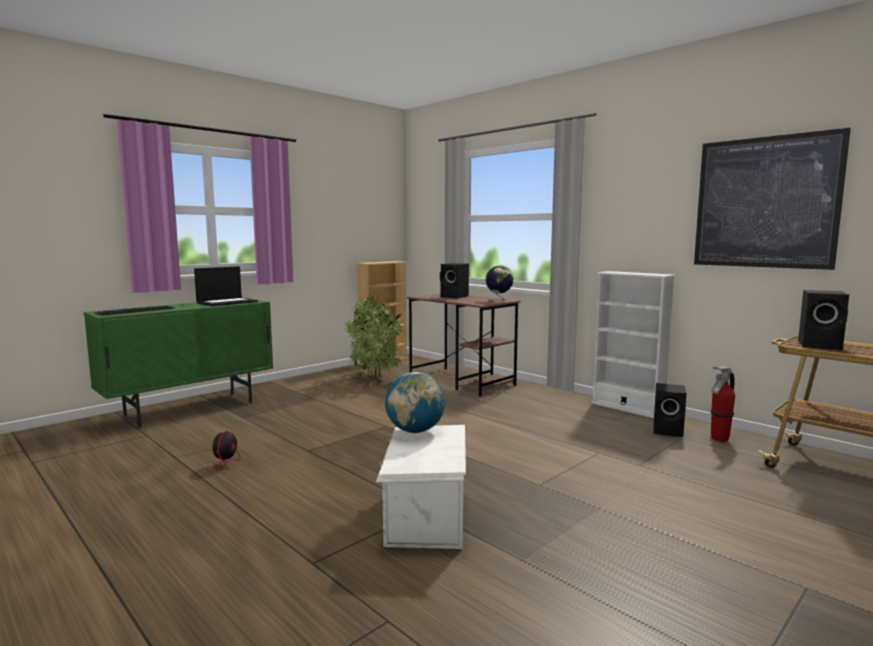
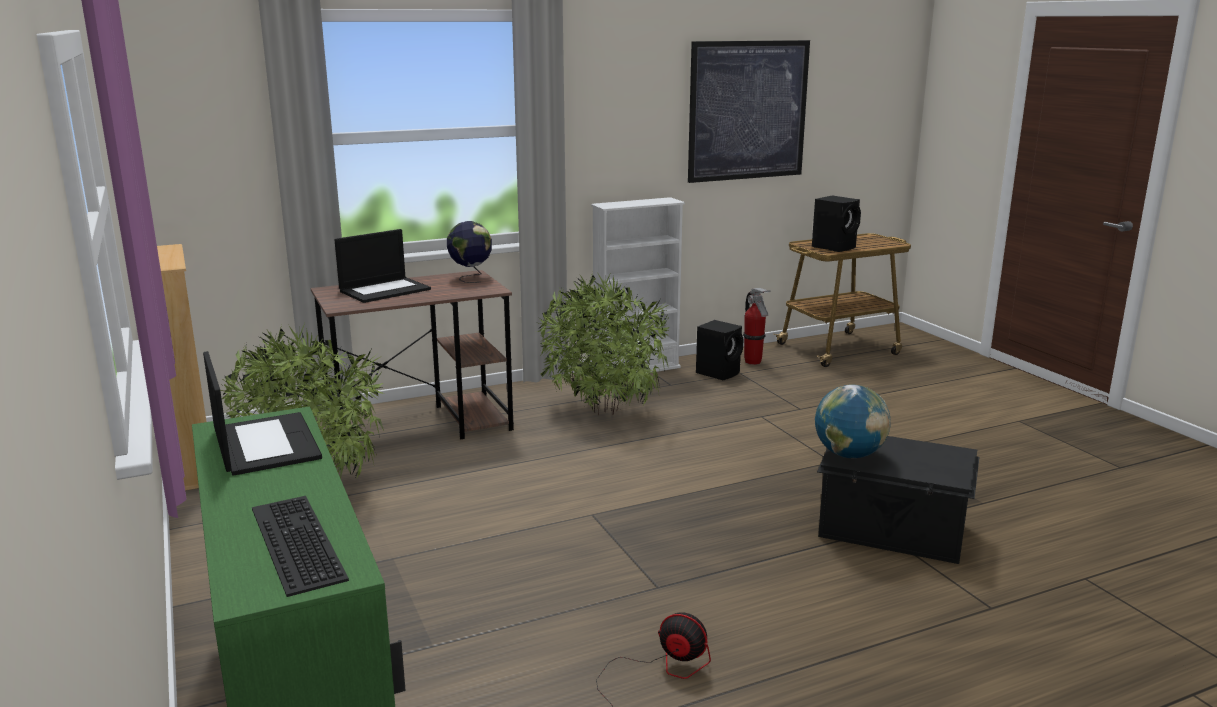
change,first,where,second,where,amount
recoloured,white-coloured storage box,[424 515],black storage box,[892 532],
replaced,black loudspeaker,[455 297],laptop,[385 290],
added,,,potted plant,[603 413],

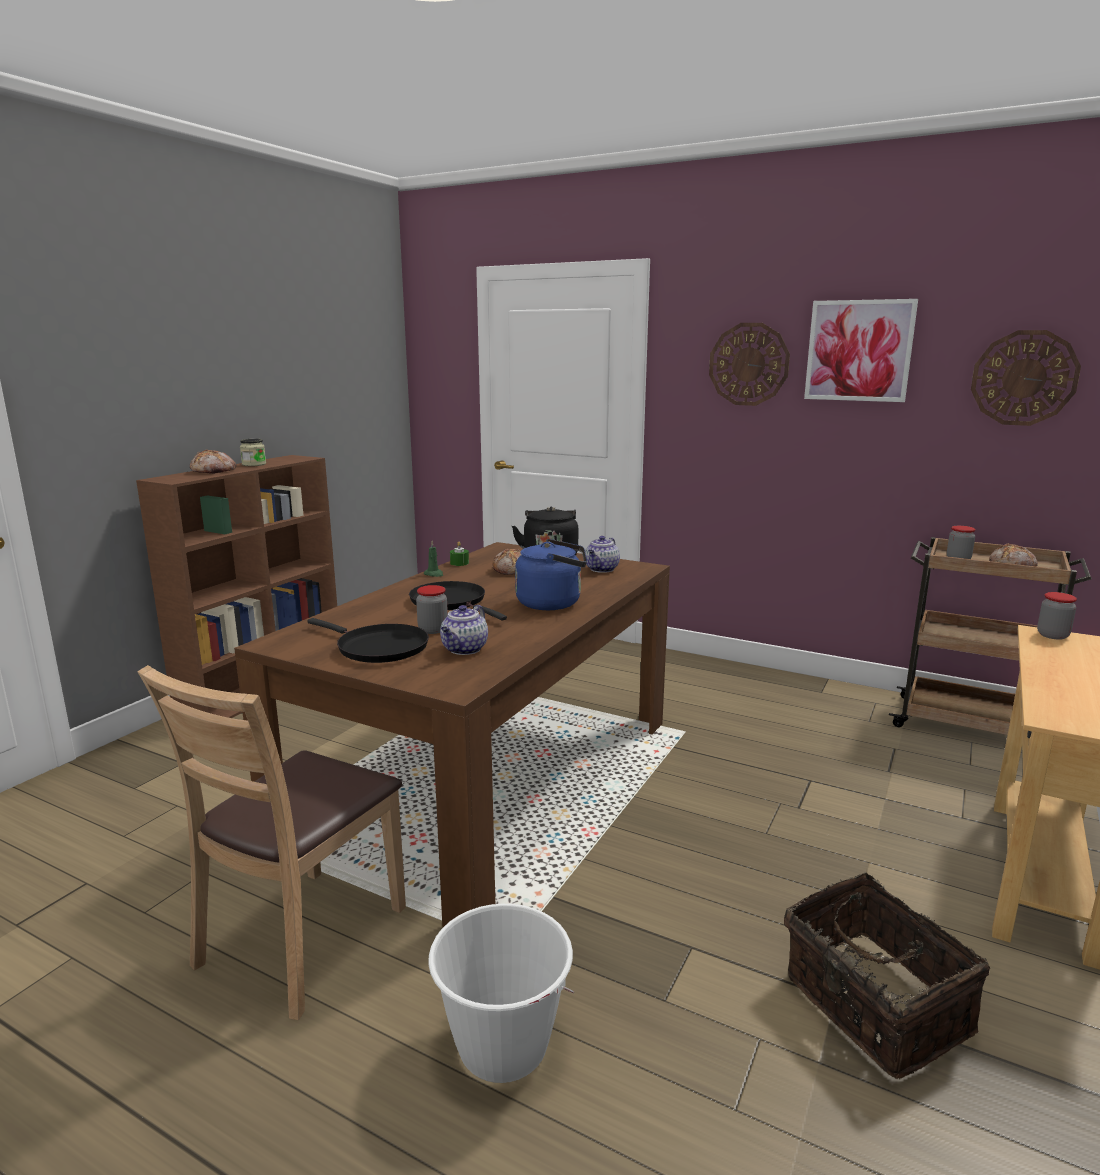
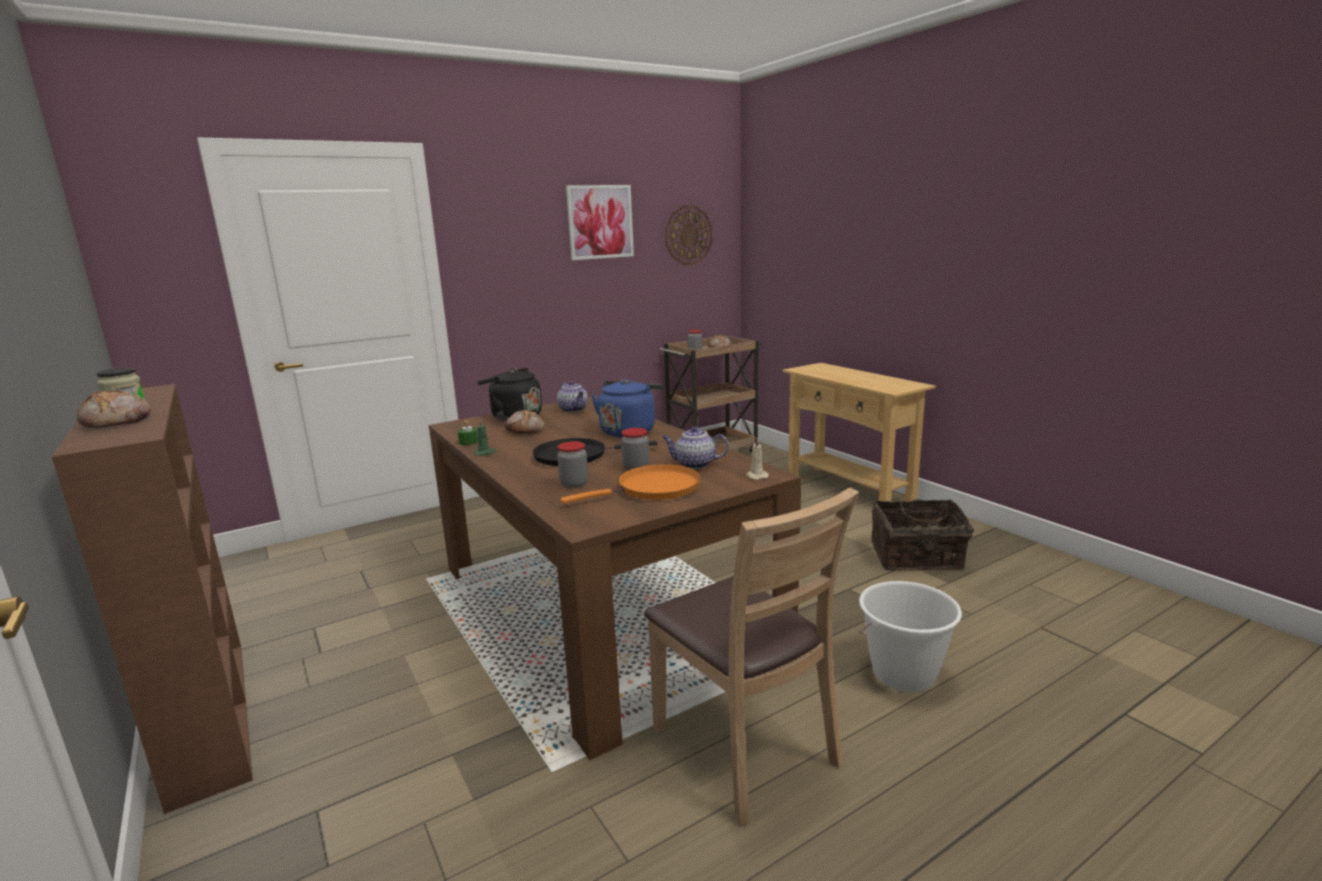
change,first,where,second,where,amount
recoloured,black pan,[378 648],orange-coloured pan,[653 489],
turned,pot for tea,[464 649],,[694 464],135 degrees clockwise
removed,wall clock,[748 364],,,
moved,storage jar,[1052 635],,[574 484],
added,,,beige wax candle,[756 476],

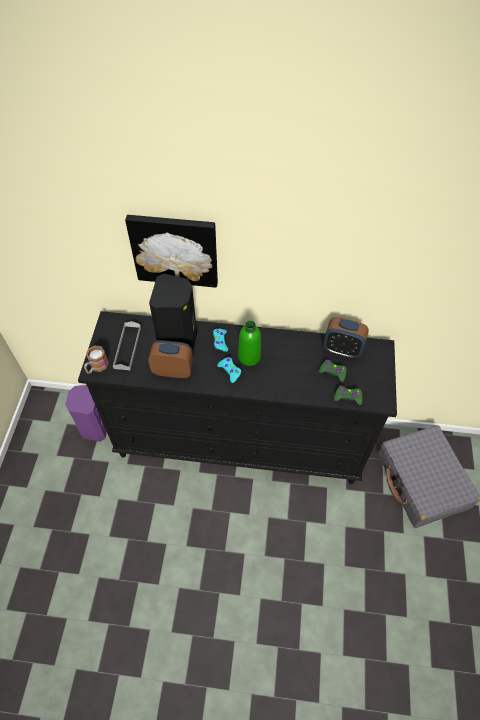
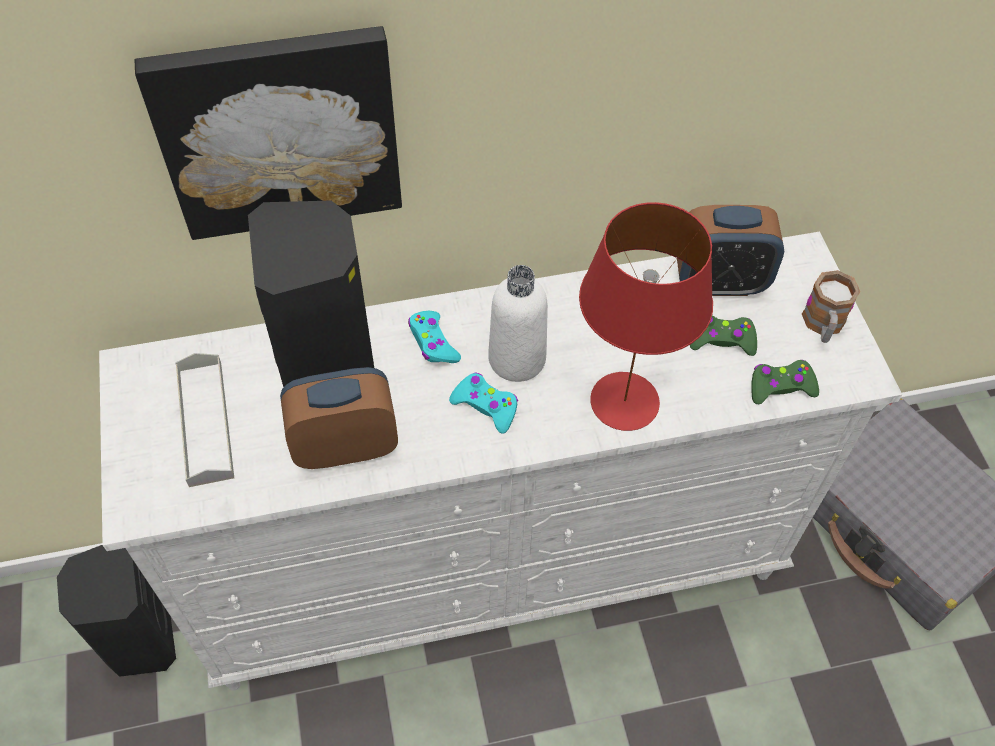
change,first,where,second,where,amount
recoloured,purple loudspeaker,[94 427],black loudspeaker,[139 640],
recoloured,black drawer chest,[240 442],white-coloured drawer chest,[495 566],
moved,coffee mug,[96 367],,[823 325],
recoloured,green-coloured beverage bottle,[249 356],white-coloured beverage bottle,[517 359],
added,,,red-coloured tabletop lamp,[624 400],

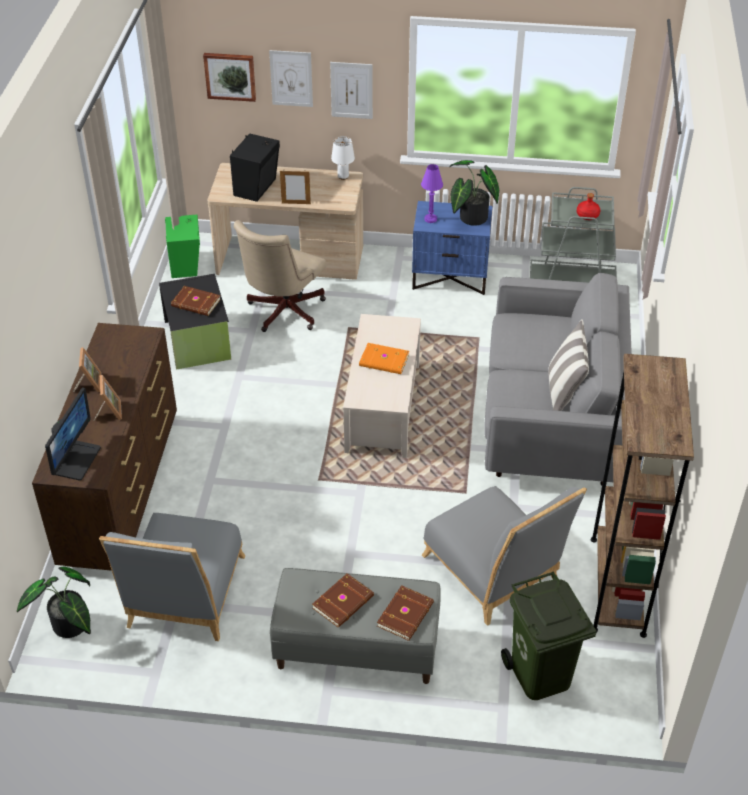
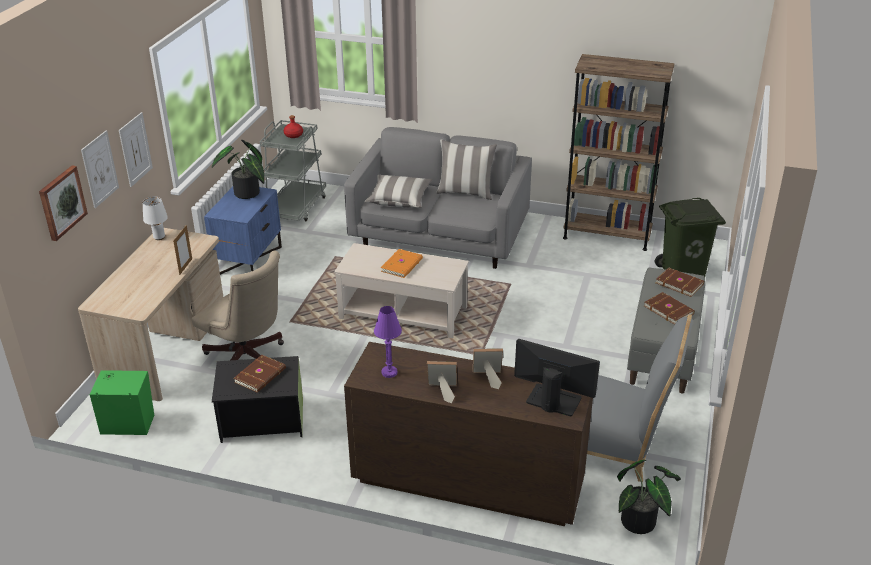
change,first,where,second,where,amount
removed,black loudspeaker,[257 187],,,
moved,purple tabletop lamp,[430 219],,[389 372],
removed,gray chair,[495 574],,,
added,,,cushion,[399 200],

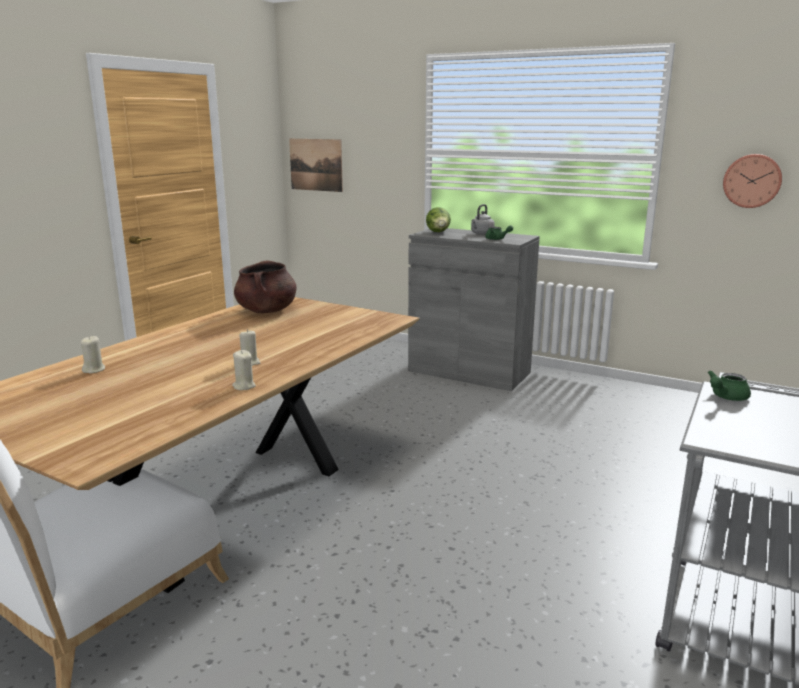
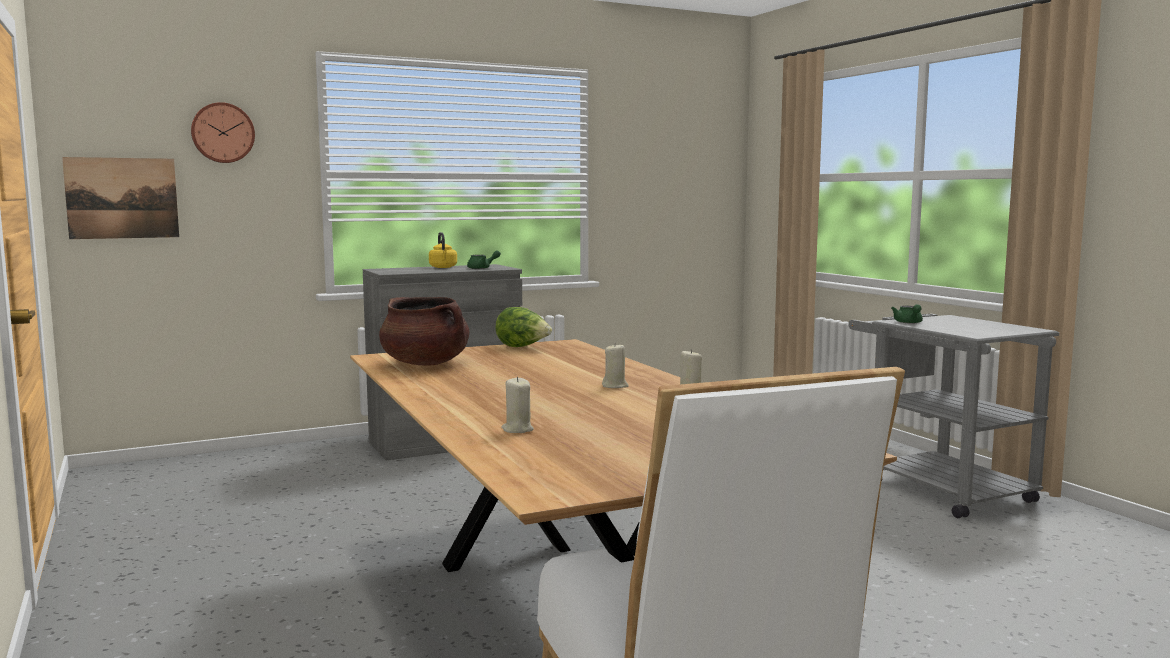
change,first,where,second,where,amount
moved,lettuce,[438 232],,[523 347],
recoloured,gray tea kettle,[481 233],yellowish tea kettle,[443 267],
moved,wall clock,[752 180],,[222 133],

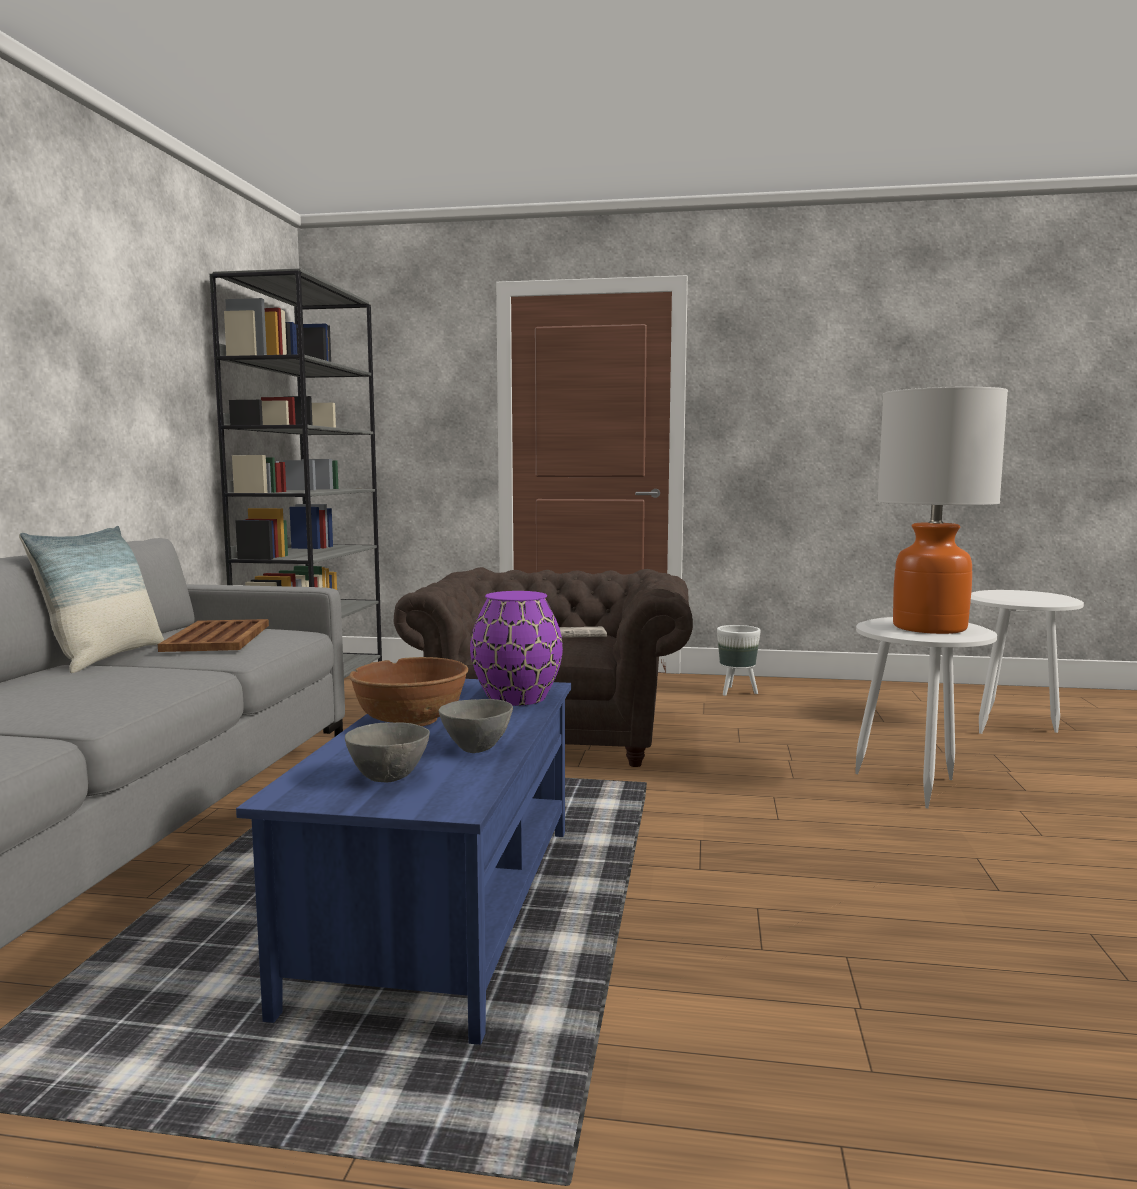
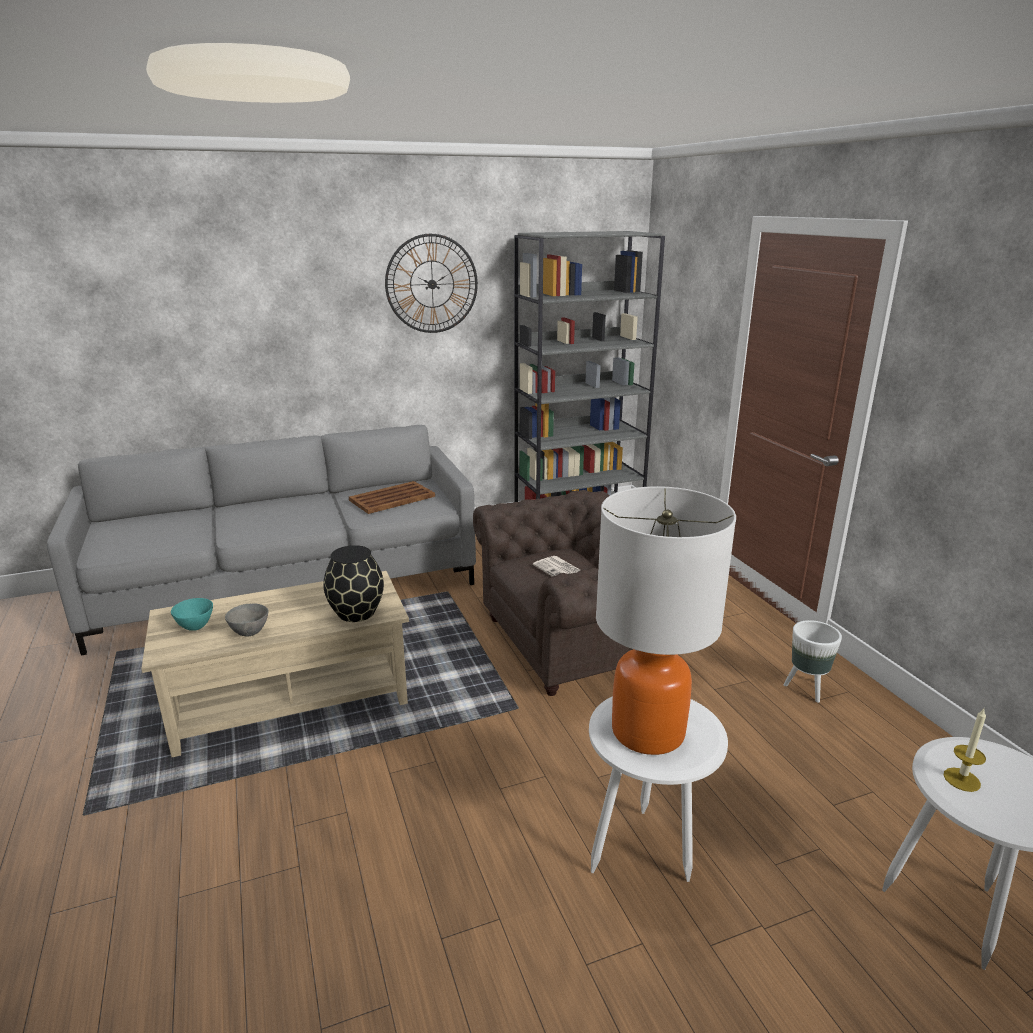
change,first,where,second,where,amount
removed,cushion,[105 658],,,
recoloured,blue-coloured low table,[443 909],beige low table,[291 699],
recoloured,gray serving bowl,[389 778],turquoise-coloured serving bowl,[196 627],
removed,brown serving bowl,[410 721],,,
recoloured,purple flower vase,[515 698],black flower vase,[356 612],
added,,,wall clock,[432 284],
added,,,wax candle,[961 779],

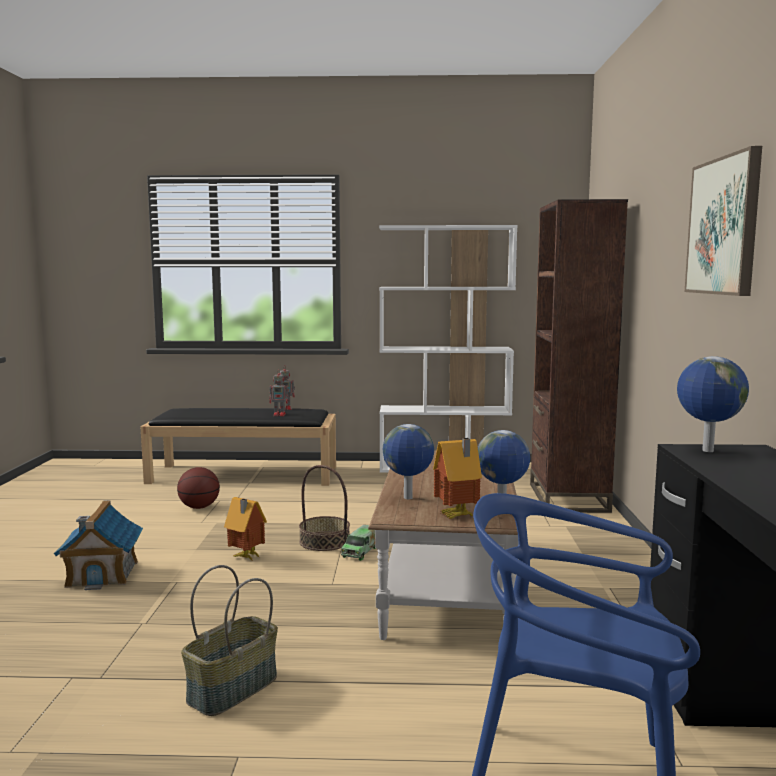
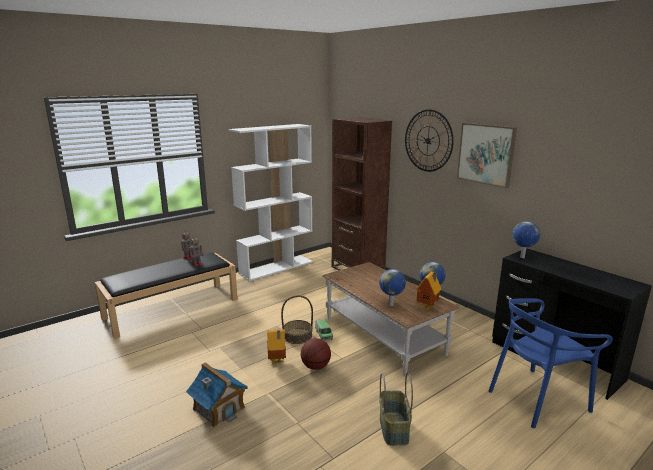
change,first,where,second,where,amount
moved,basketball,[199 507],,[315 366],
added,,,wall clock,[428 141],

